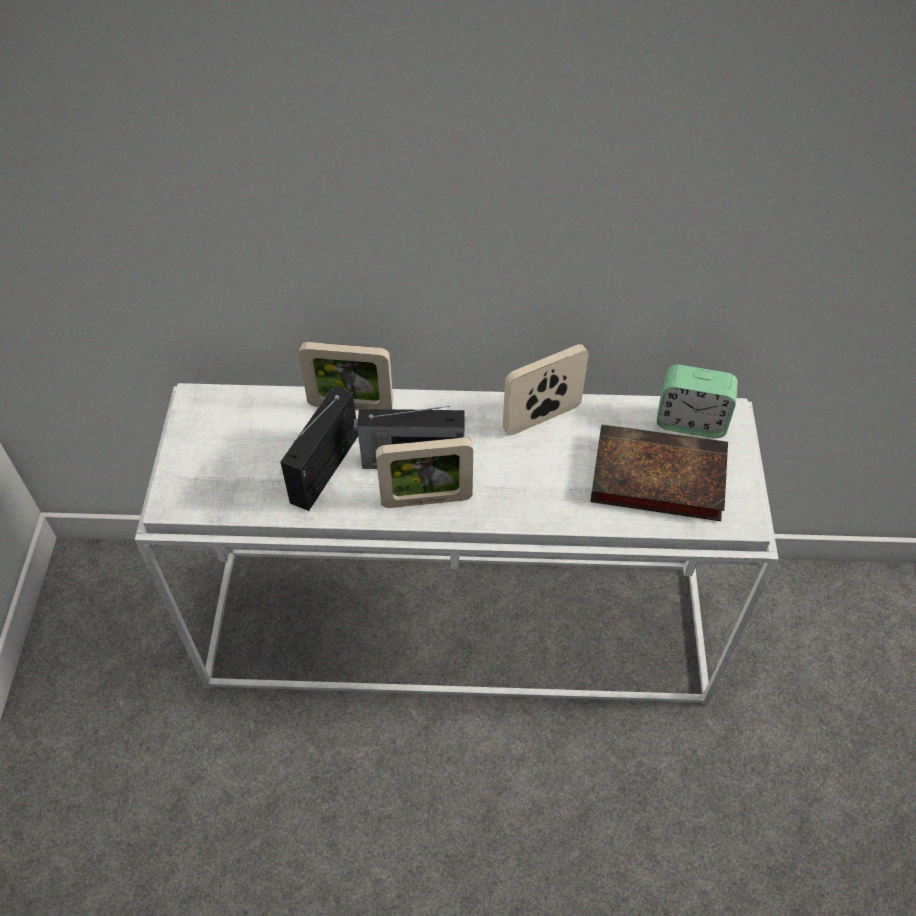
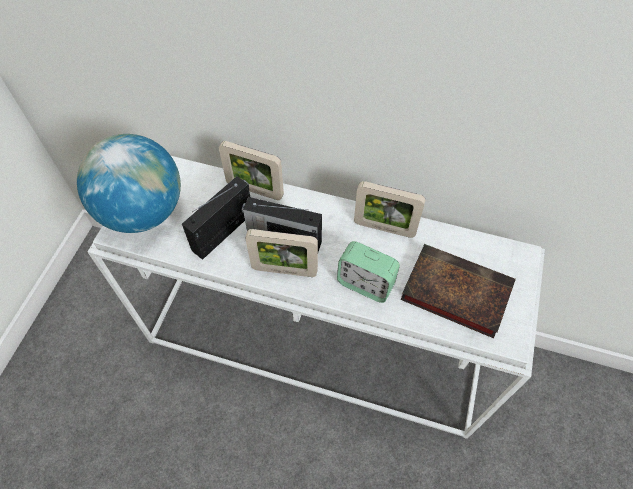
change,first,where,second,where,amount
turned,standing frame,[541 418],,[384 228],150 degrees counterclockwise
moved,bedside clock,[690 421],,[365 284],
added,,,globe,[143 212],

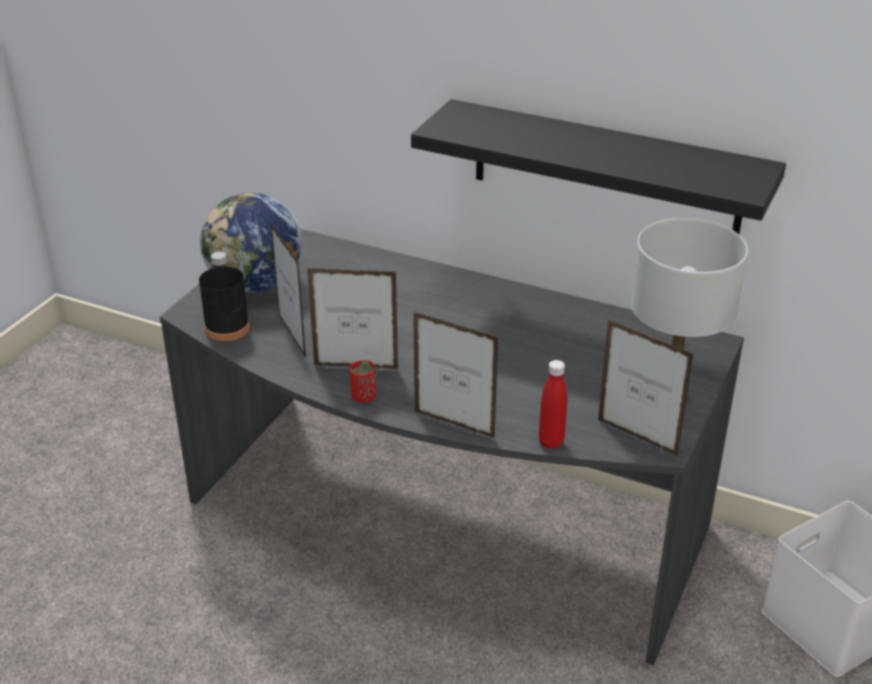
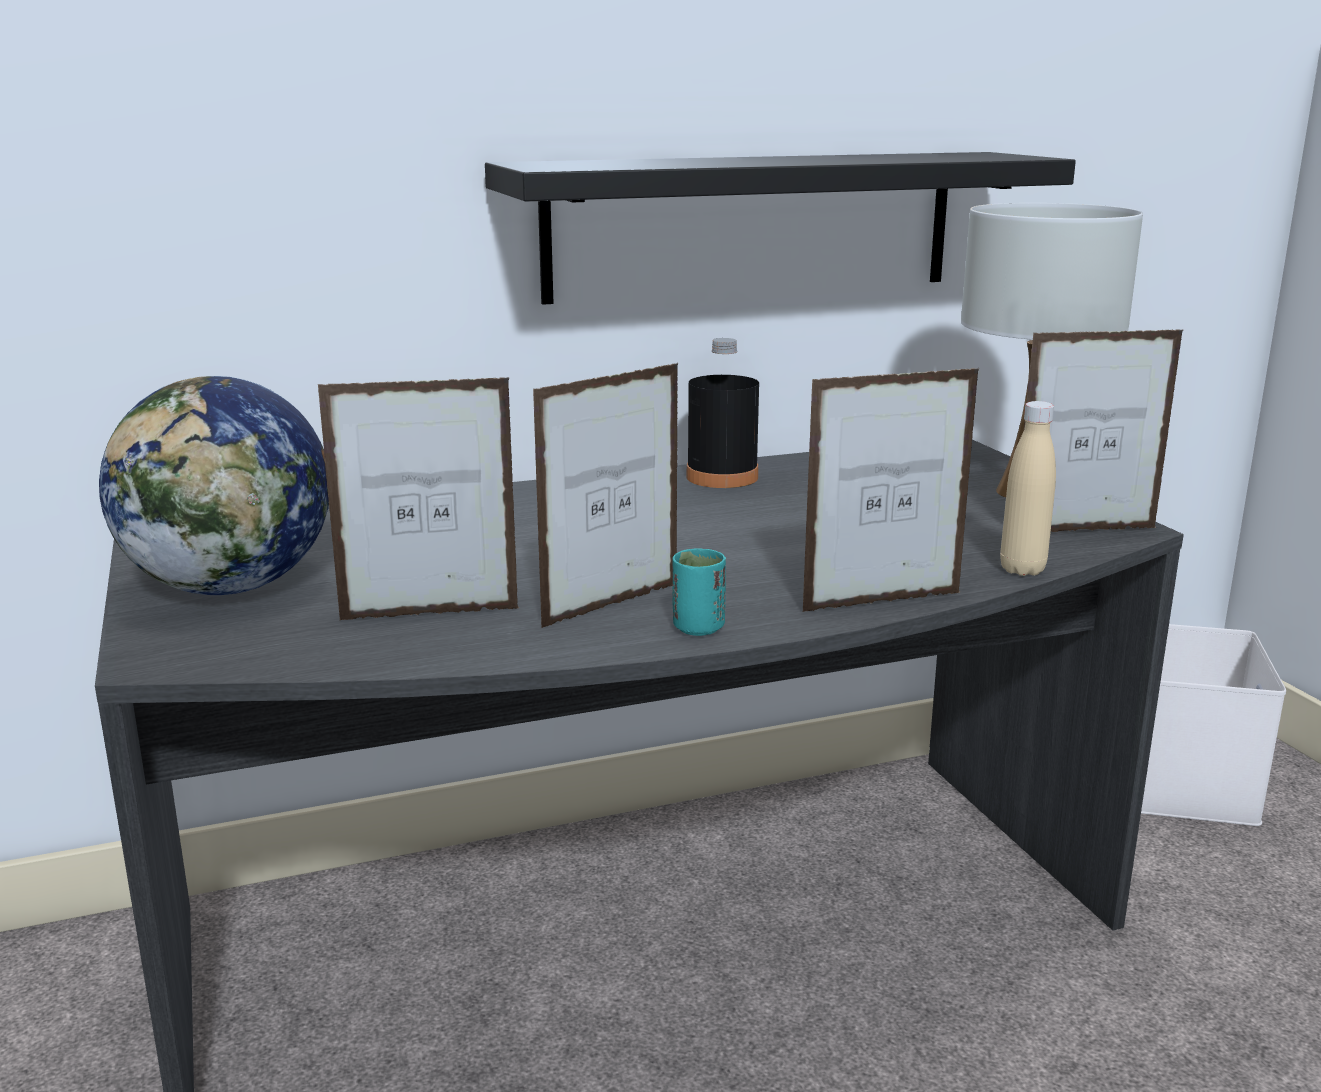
change,first,where,second,where,amount
moved,black beverage bottle,[227 328],,[722 477],
turned,standing frame,[292 336],,[430 614],150 degrees clockwise
recoloured,red-coloured drinking cup,[363 397],turquoise-coloured drinking cup,[698 628],
recoloured,red-coloured beverage bottle,[551 442],beige beverage bottle,[1022 569],

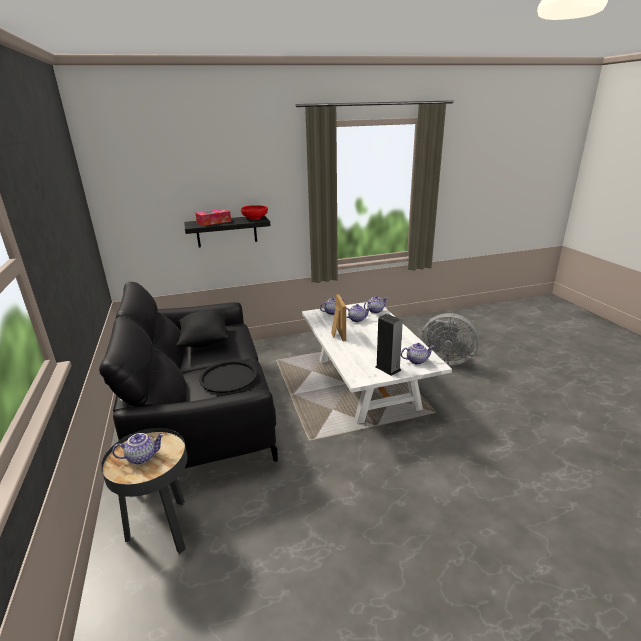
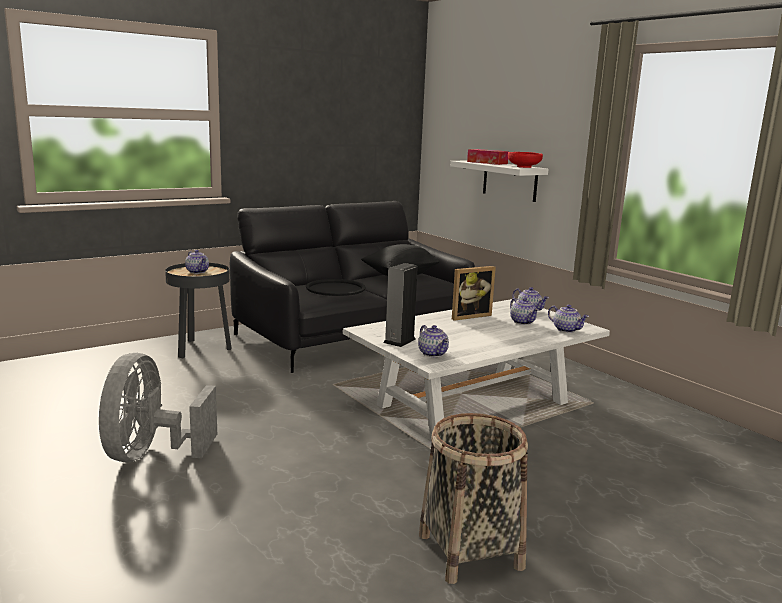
change,first,where,second,where,amount
recoloured,black wall shelf,[226 231],white-coloured wall shelf,[509 180],
moved,gray electric fan,[445 359],,[151 454],
added,,,household basket,[470 551],

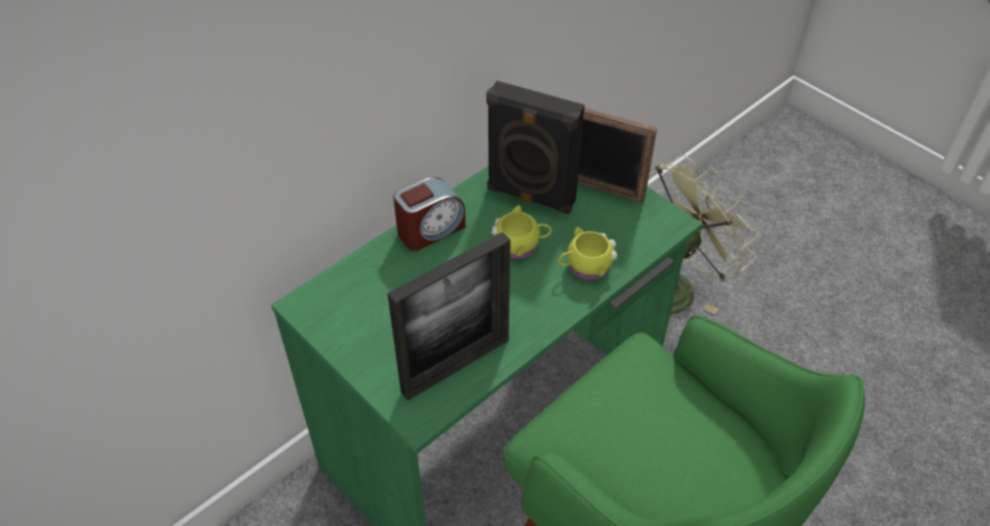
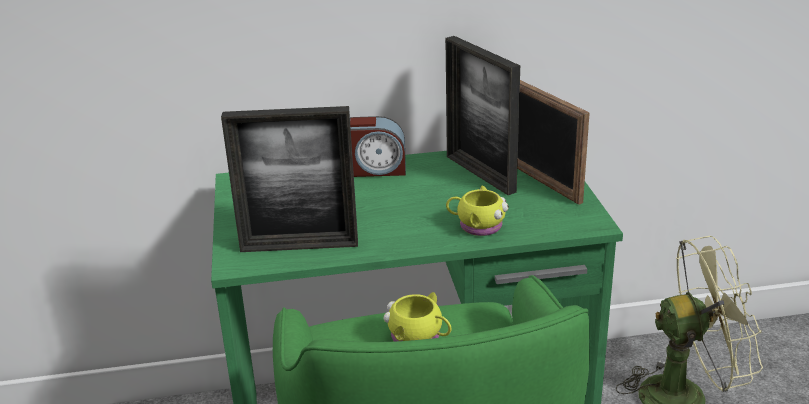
change,first,where,second,where,amount
replaced,black loudspeaker,[530 197],standing frame,[480 174],
moved,yellowish coffee mug,[520 245],,[419 338],

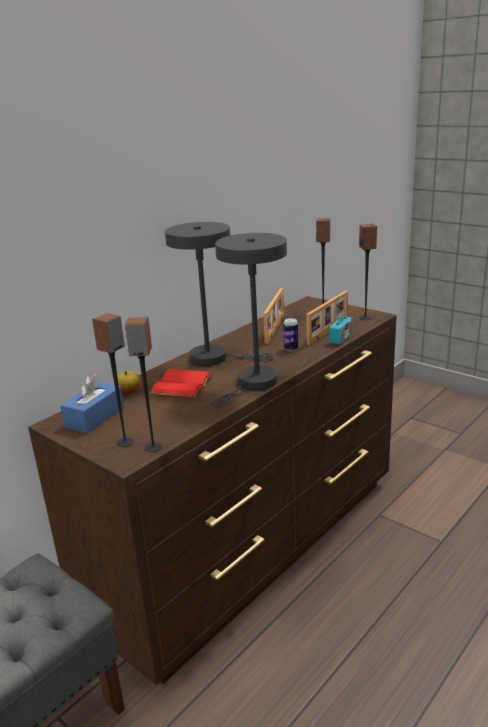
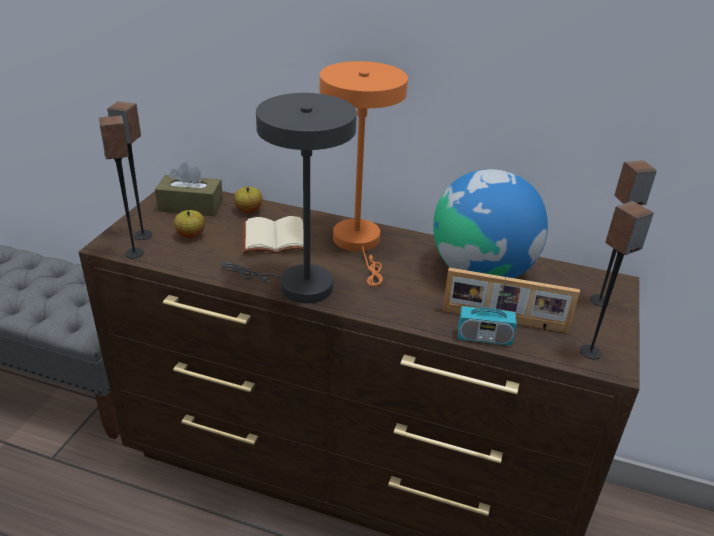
change,first,where,second,where,amount
recoloured,blue-coloured tissue box,[94 417],brown tissue box,[191 206],
recoloured,red-coloured book,[183 386],beige book,[274 239],
recoloured,gray tabletop lamp,[215 358],orange-coloured tabletop lamp,[359 243],
replaced,standing frame,[276 329],globe,[481 271],
removed,can,[291 349],,,
added,,,apple,[191 235],

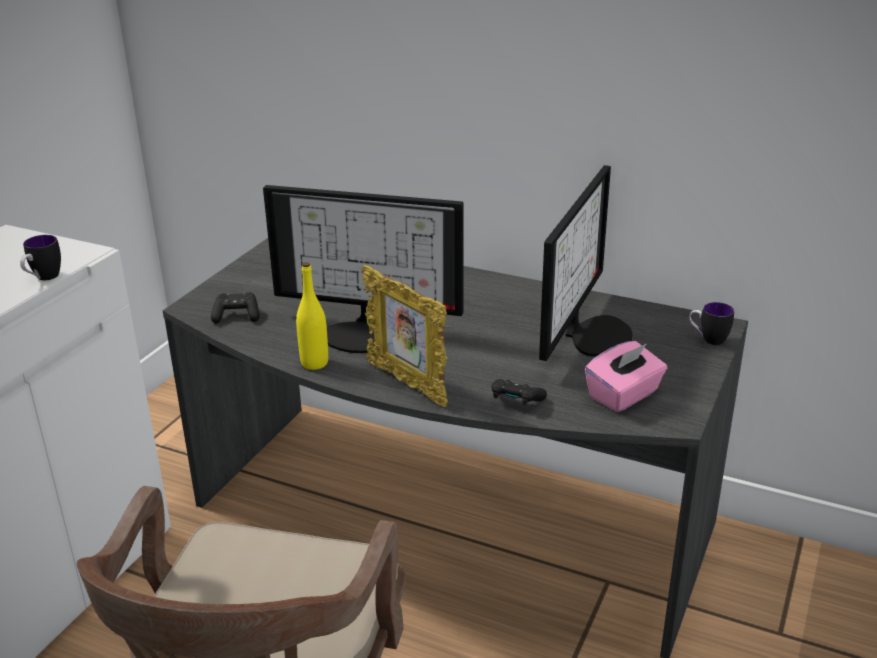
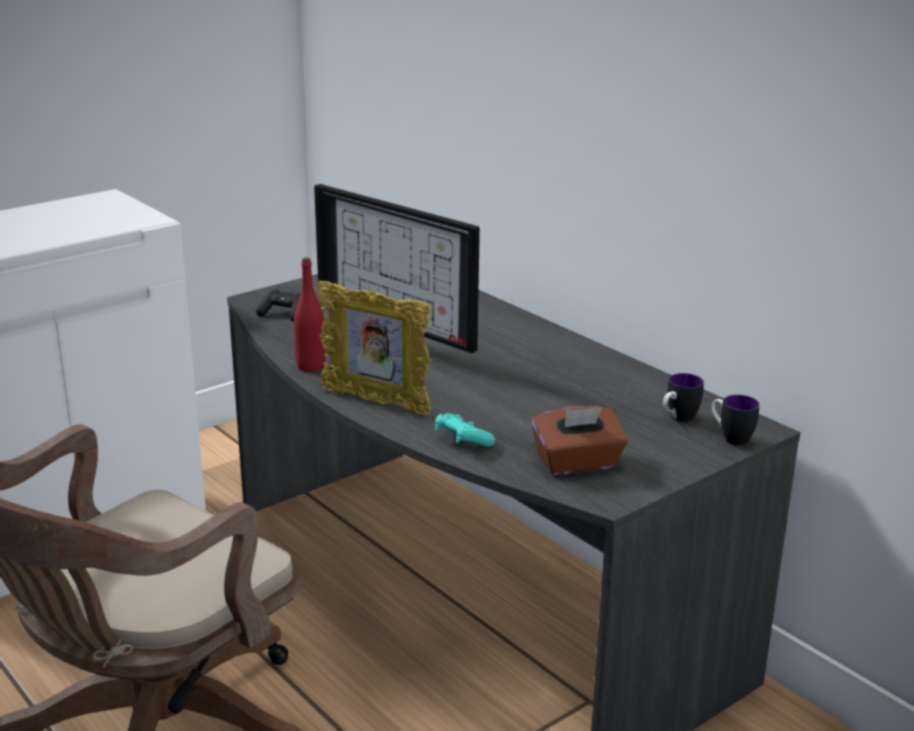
change,first,where,second,where,amount
moved,coffee mug,[43 278],,[678 419],
recoloured,yellowish beverage bottle,[314 363],red-coloured beverage bottle,[311 366],
turned,standing frame,[407 383],,[376 402],45 degrees counterclockwise
recoloured,black joypad,[516 401],turquoise-coloured joypad,[462 441],
removed,computer display,[592 334],,,
recoloured,pink-coloured tissue box,[624 395],brown tissue box,[577 463],

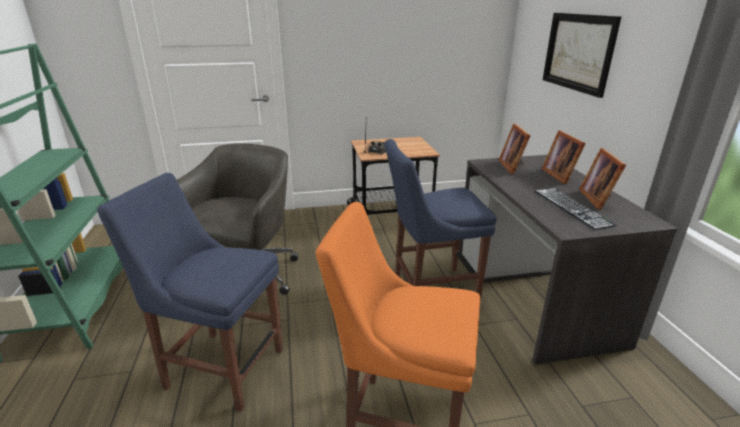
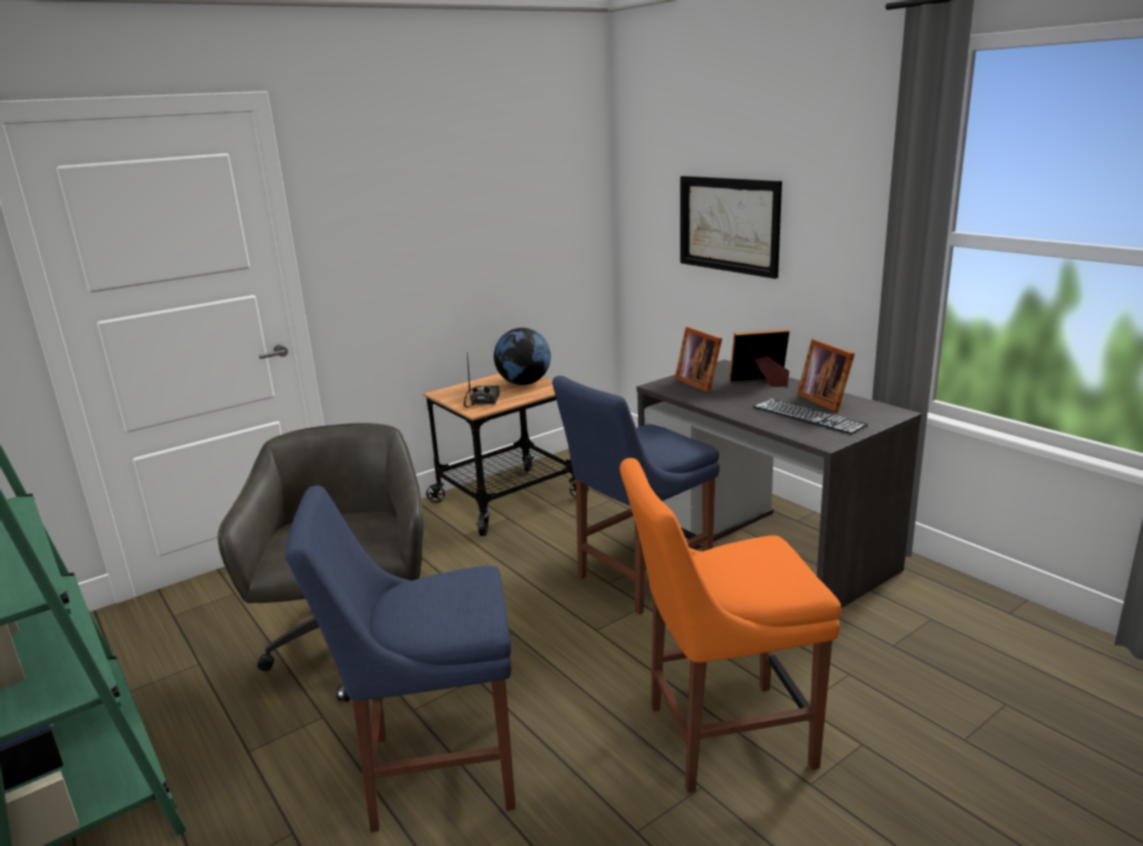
change,first,where,second,where,amount
turned,standing frame,[560 175],,[761 382],120 degrees clockwise
added,,,globe,[524 383],

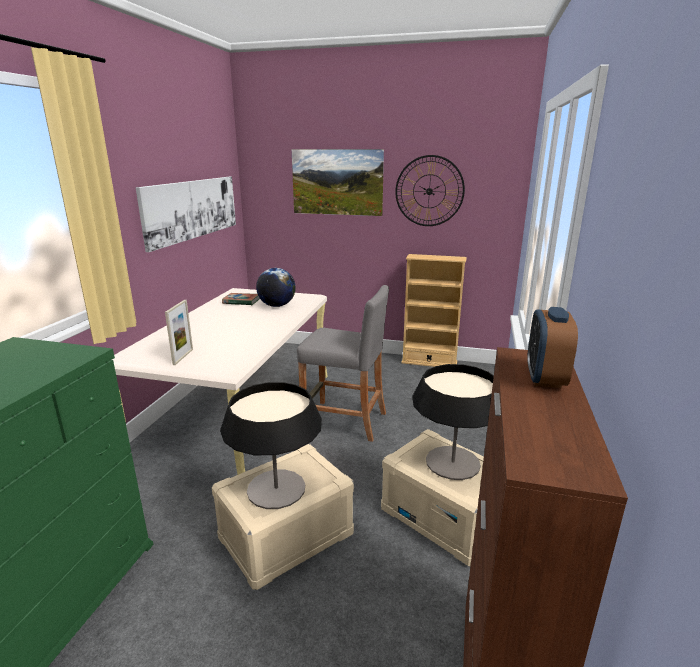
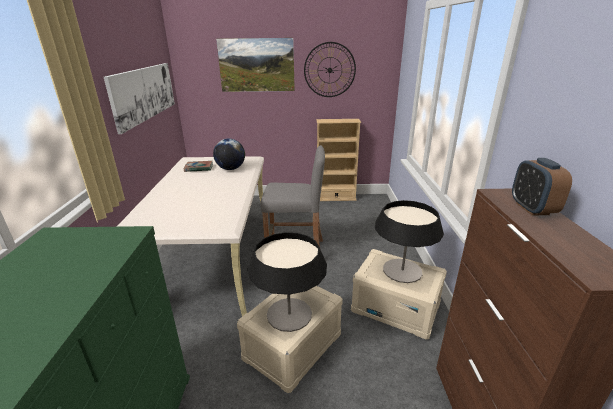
change,first,where,second,where,amount
removed,standing frame,[183 357],,,

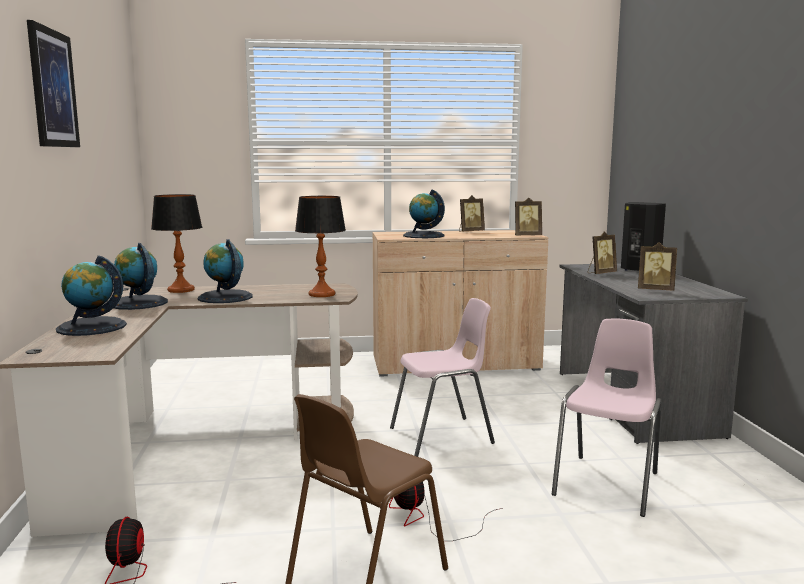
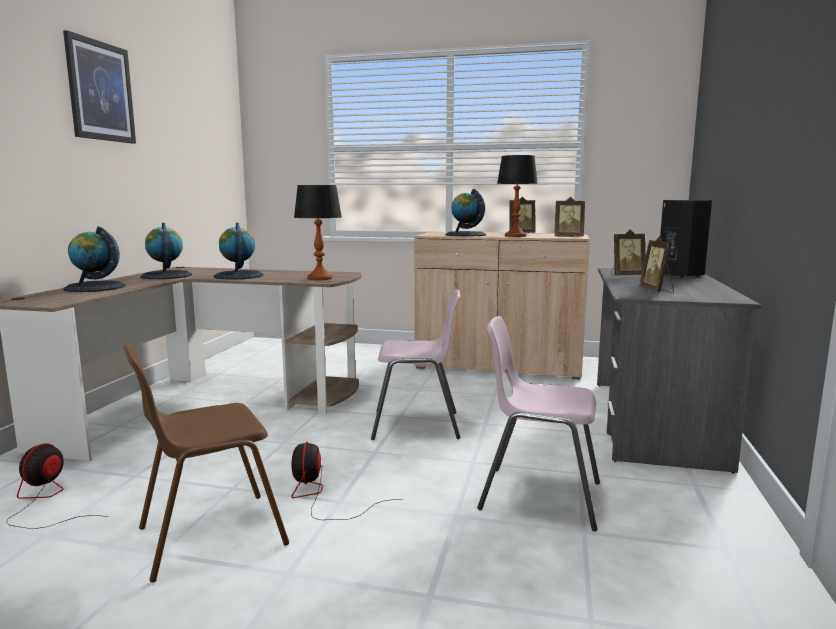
change,first,where,second,where,amount
moved,tabletop lamp,[181 290],,[515 236],
turned,pink-coloured chair,[608 484],,[539 496],120 degrees counterclockwise
turned,standing frame,[655 290],,[657 291],45 degrees clockwise

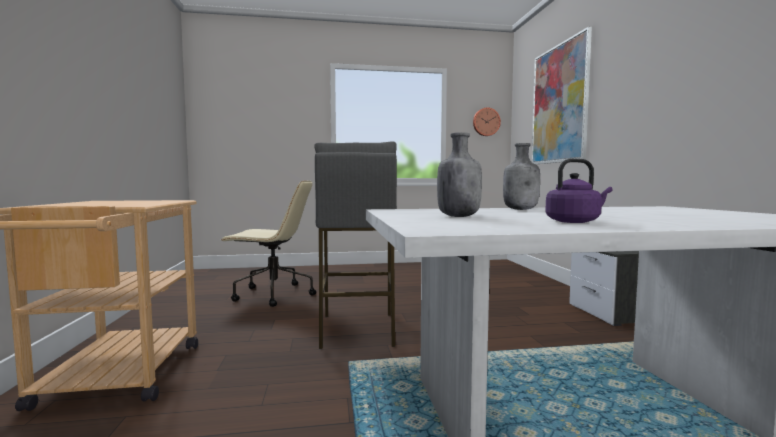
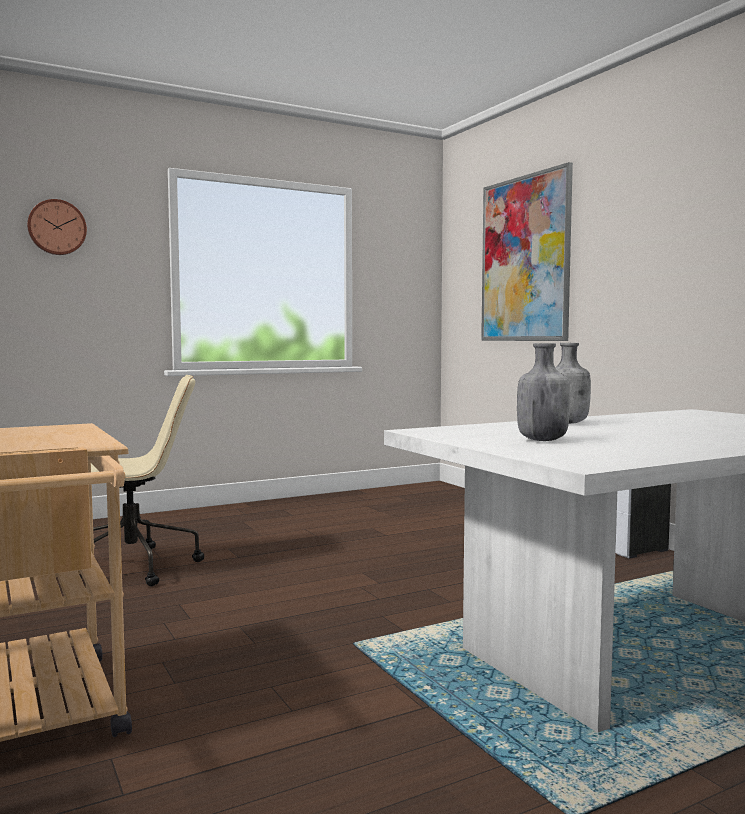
change,first,where,second,where,amount
removed,gray stool,[357 330],,,
moved,wall clock,[486 122],,[57 227],
removed,purple tea kettle,[575 221],,,

